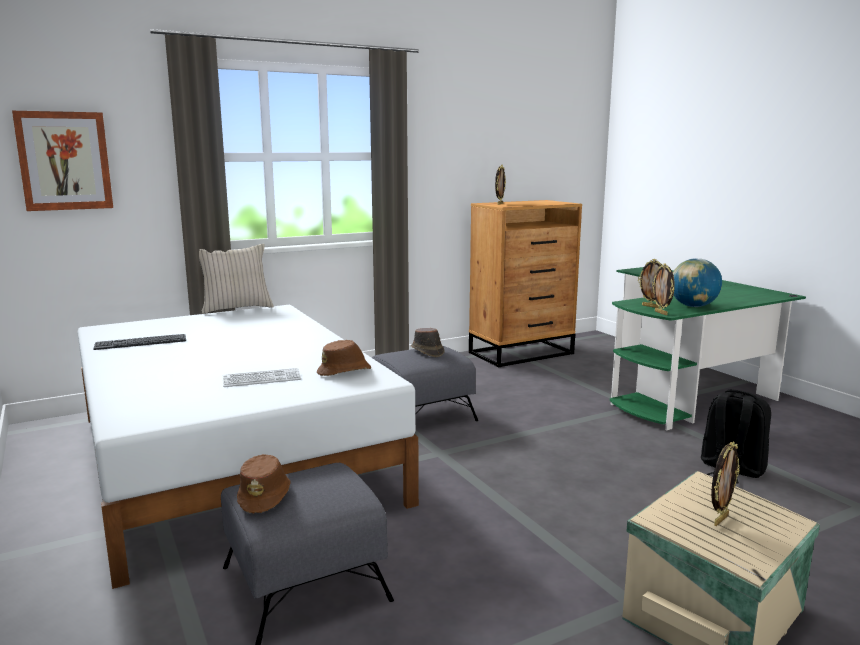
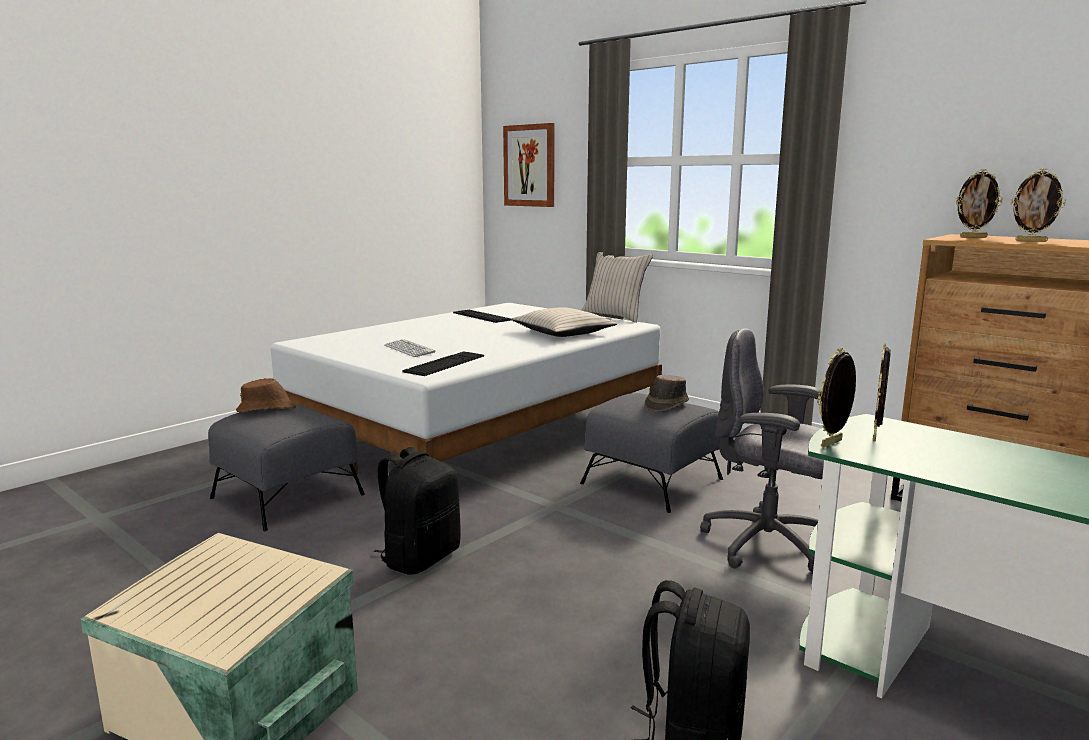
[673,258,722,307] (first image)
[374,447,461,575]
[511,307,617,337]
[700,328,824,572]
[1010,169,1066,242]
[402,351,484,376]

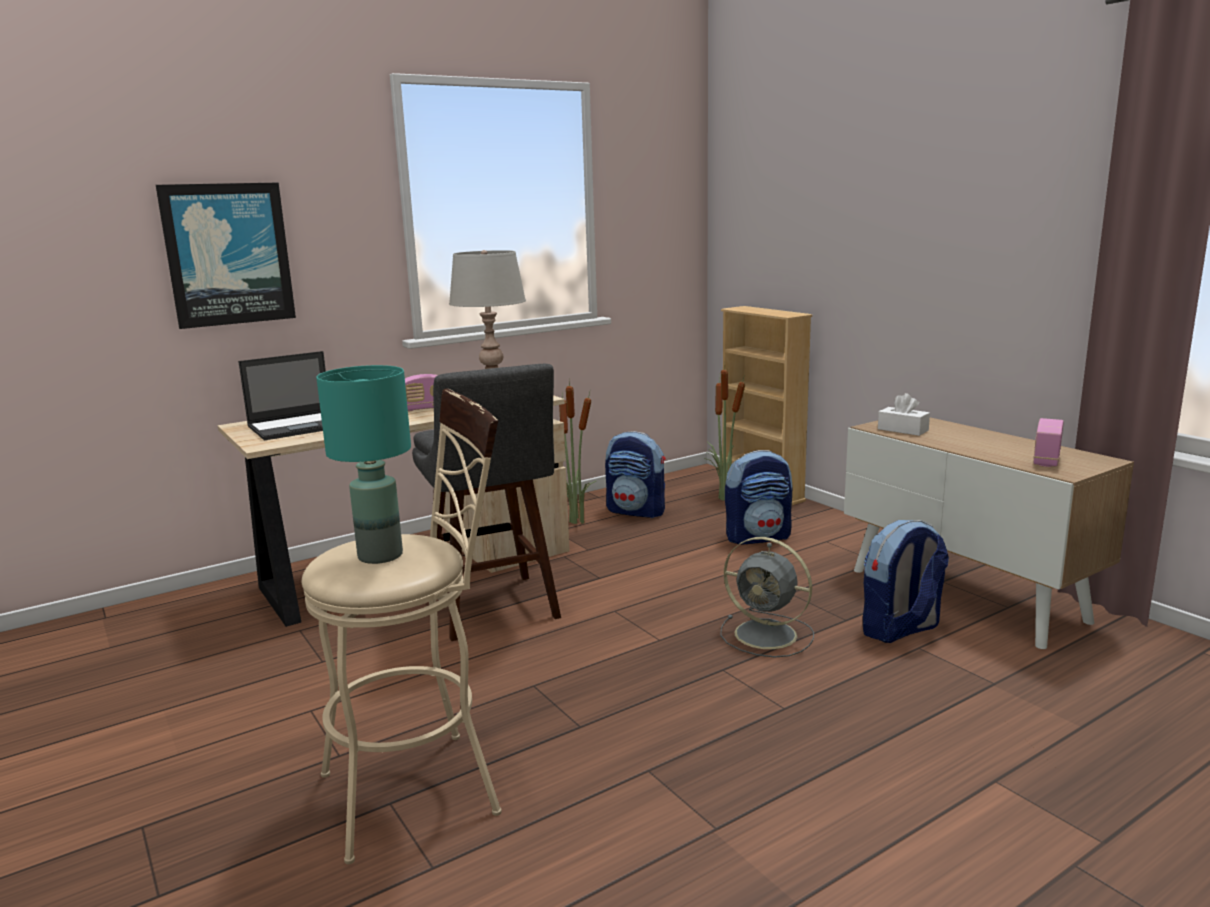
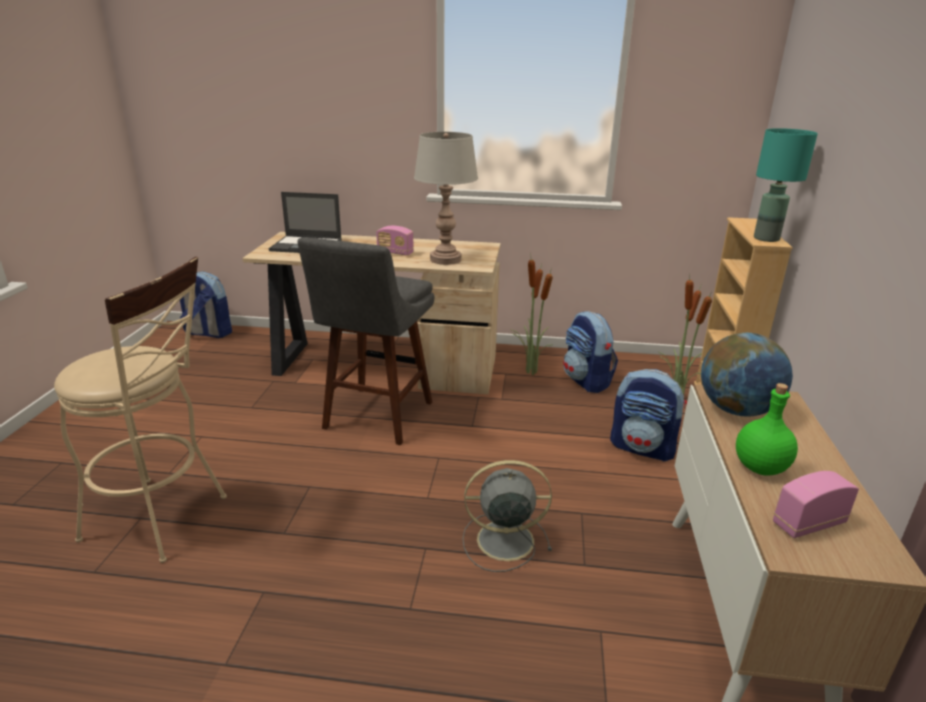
[156,183,296,329] (first image)
[736,383,798,476]
[754,128,818,242]
[180,271,232,338]
[701,333,793,417]
[462,460,552,572]

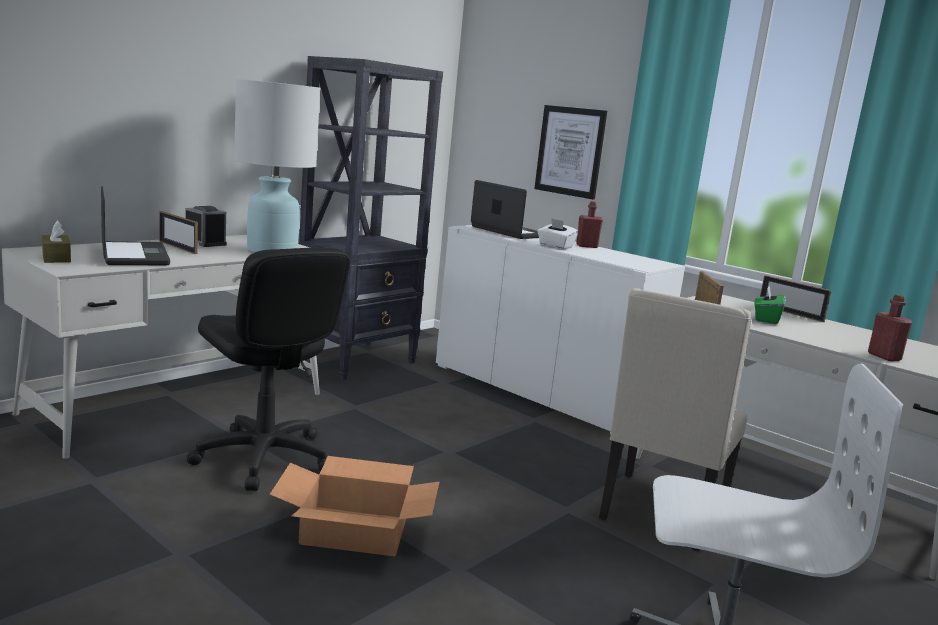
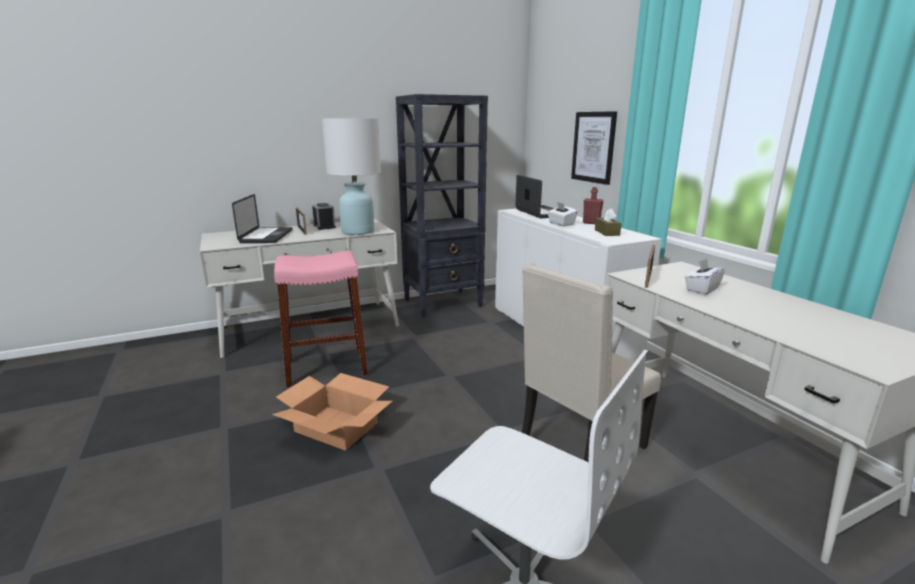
[760,275,832,322] (first image)
[868,295,912,361] (first image)
[595,208,622,236]
[274,251,368,387]
[685,258,725,295]

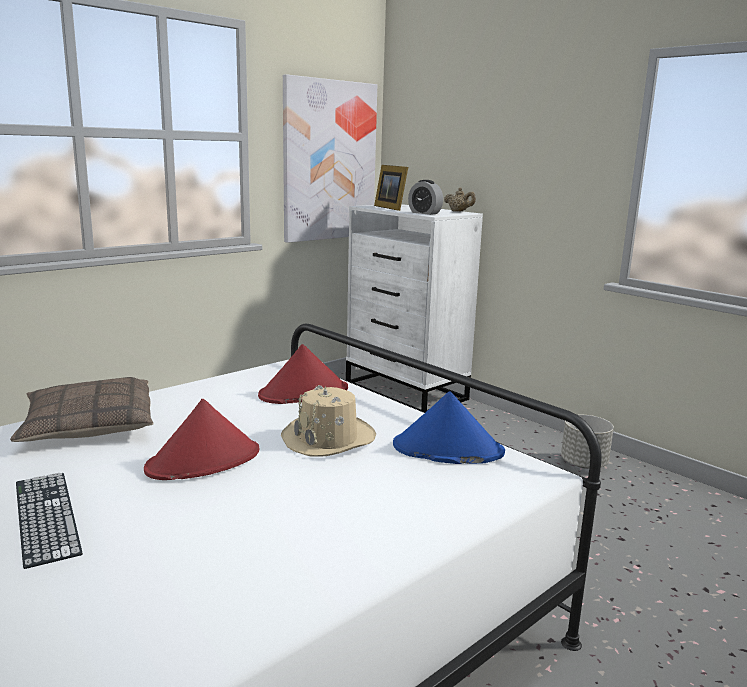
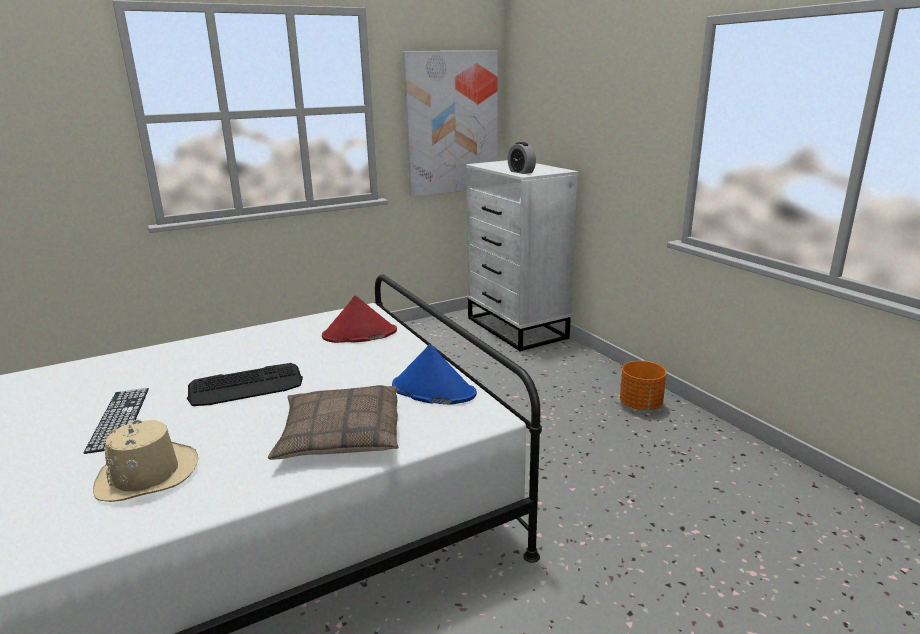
[374,165,408,211] (first image)
[444,187,476,212] (first image)
[268,385,399,460]
[93,419,199,502]
[187,363,303,406]
[620,361,667,410]

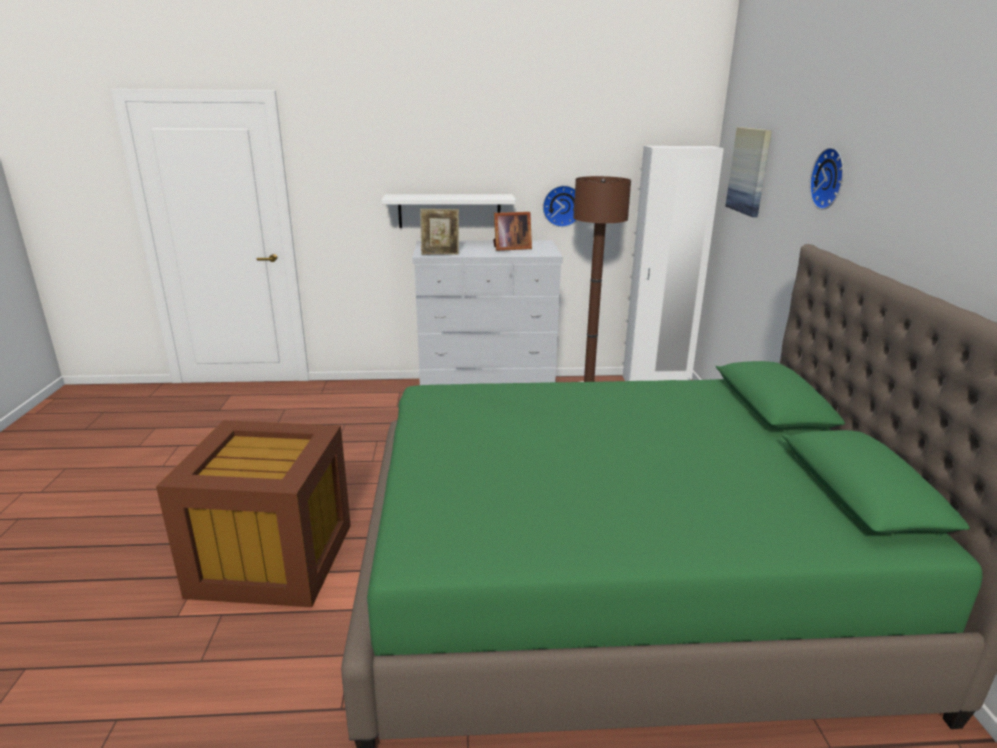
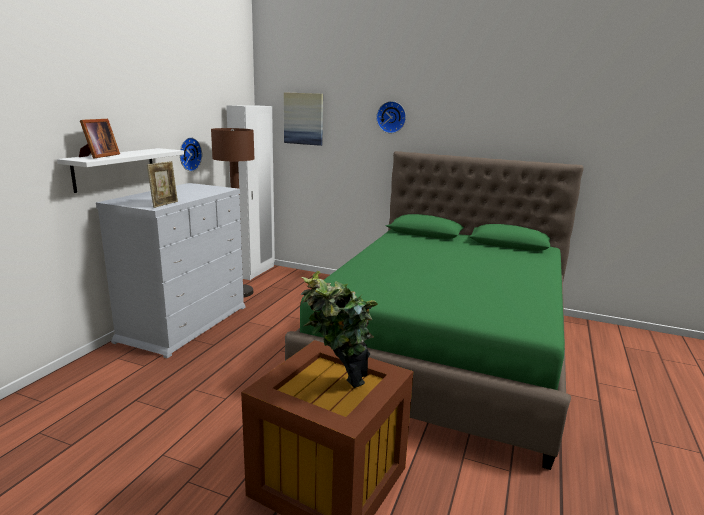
[301,271,377,388]
[79,119,120,159]

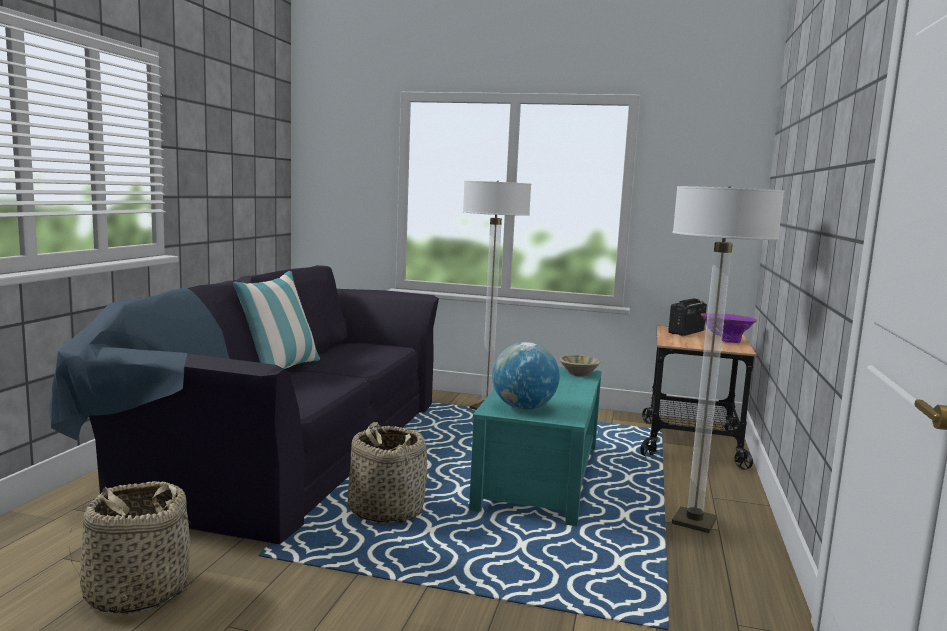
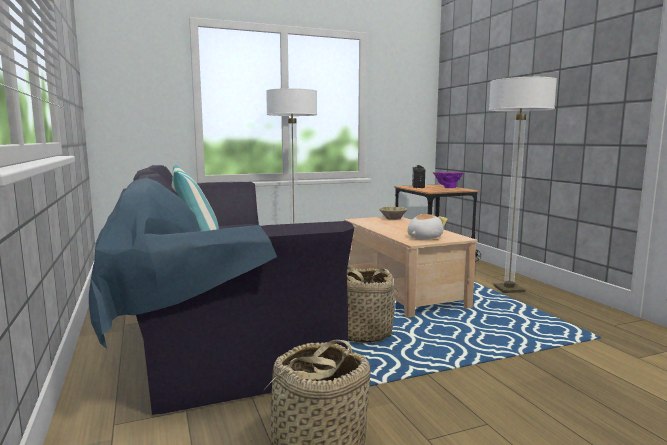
[407,214,447,239]
[344,217,477,318]

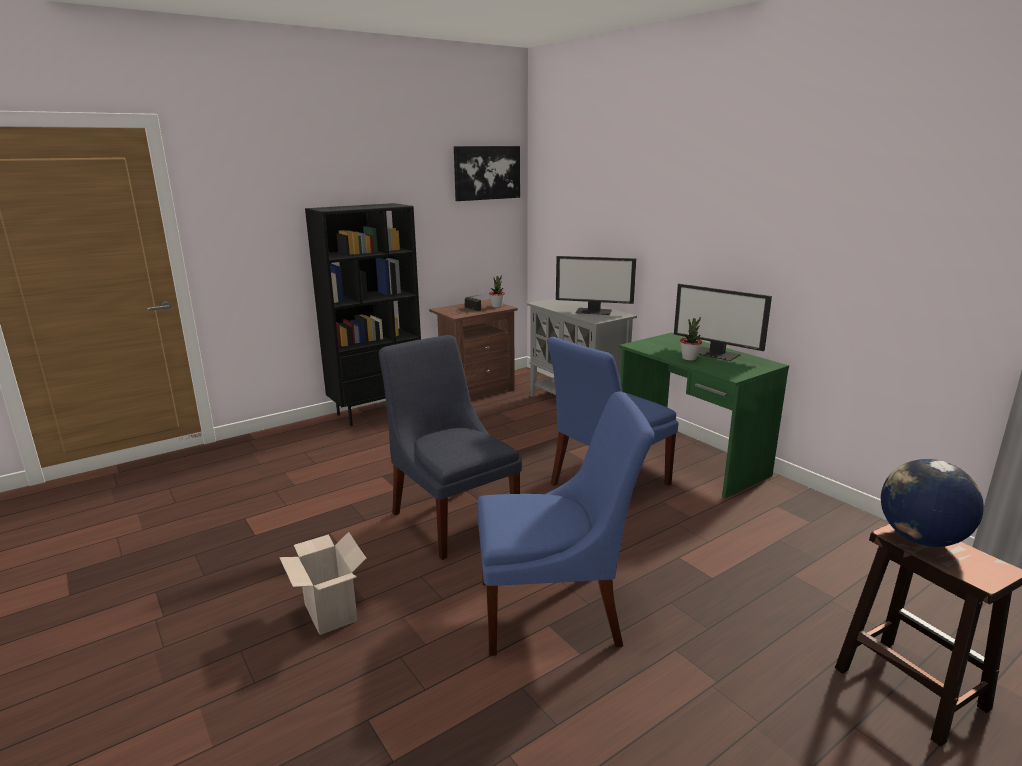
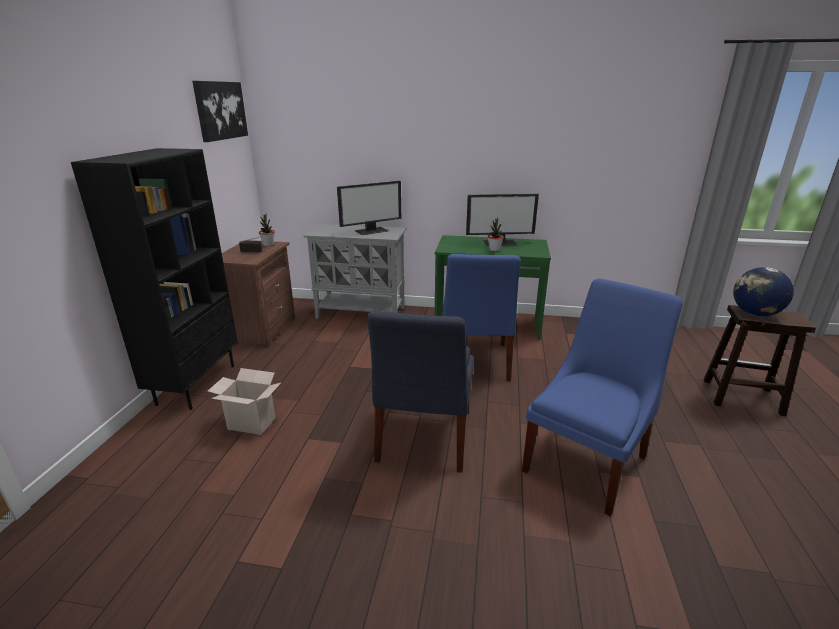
[208,368,281,435]
[367,311,474,473]

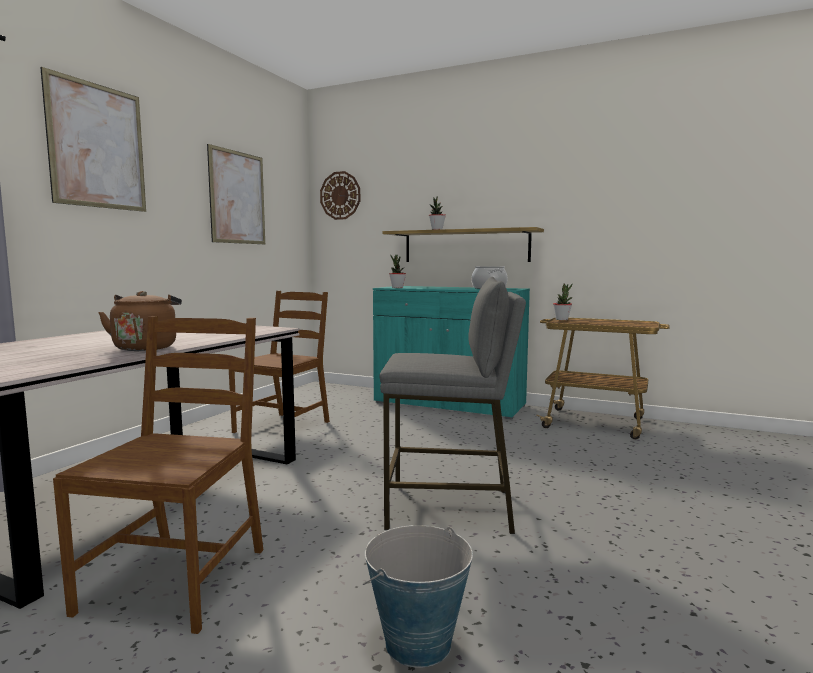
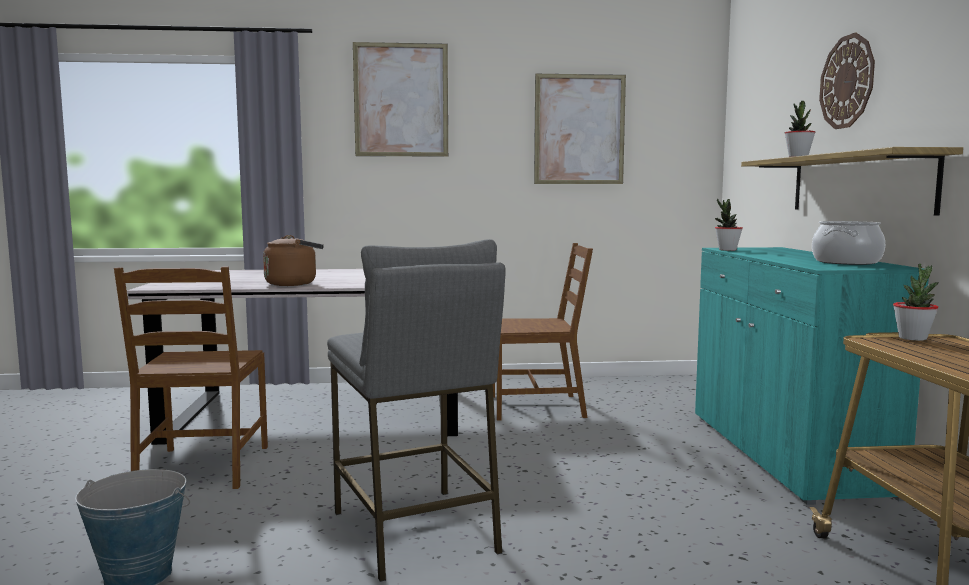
[819,33,875,129]
[114,267,268,489]

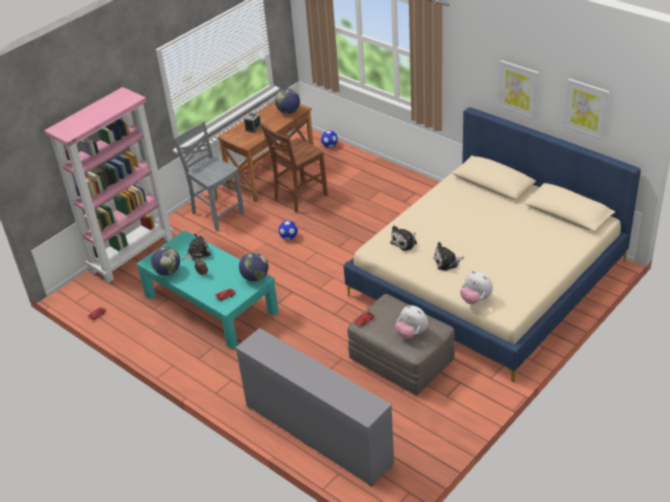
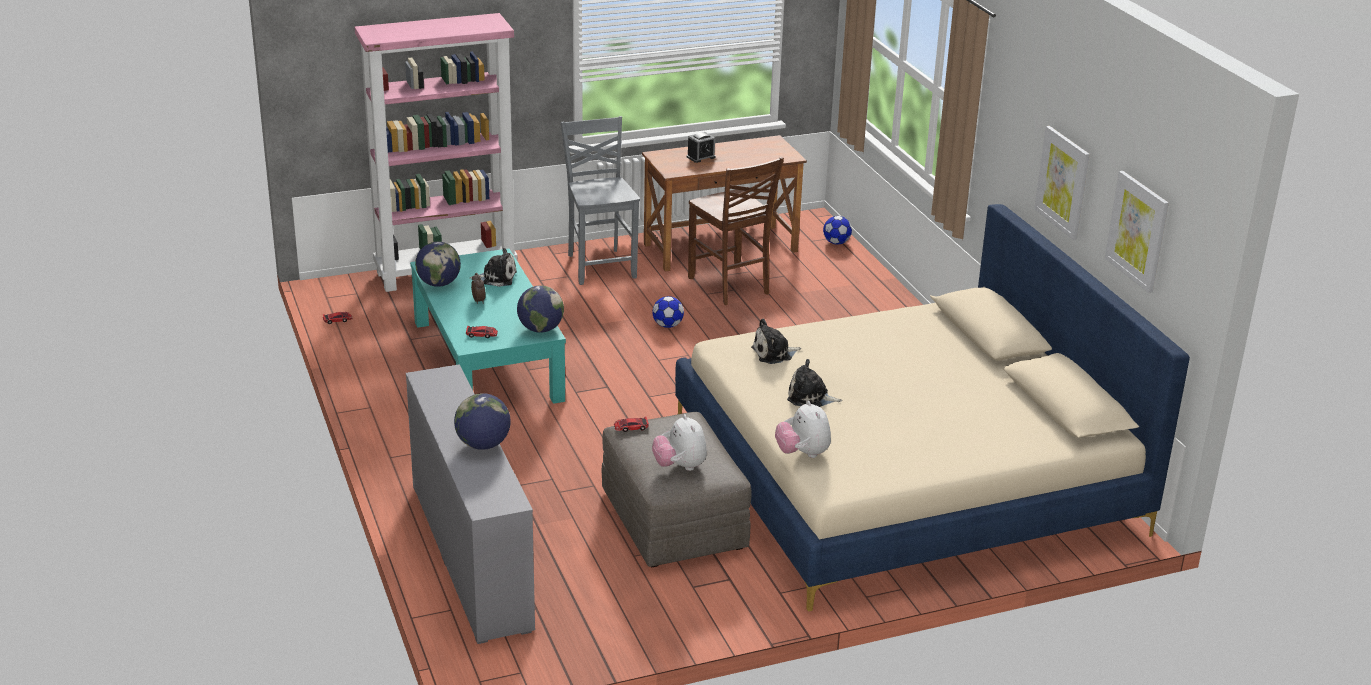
[454,393,511,450]
[688,157,784,305]

